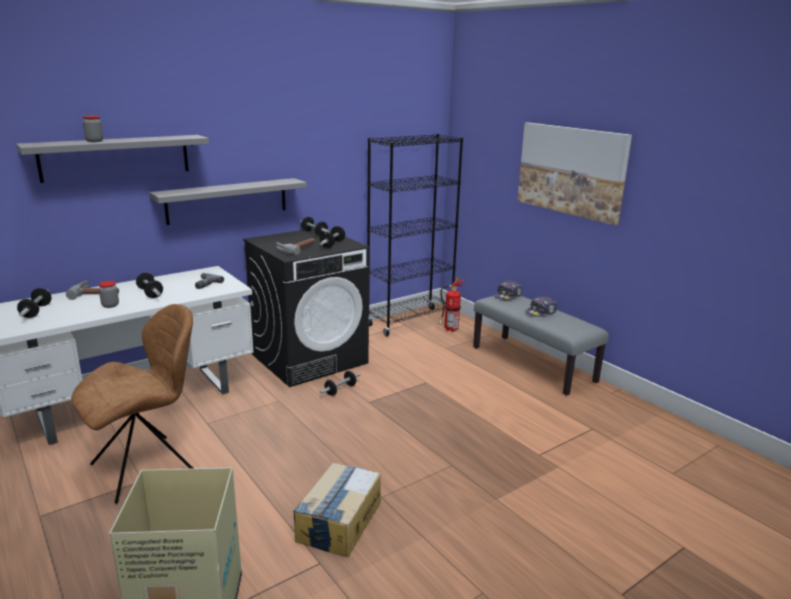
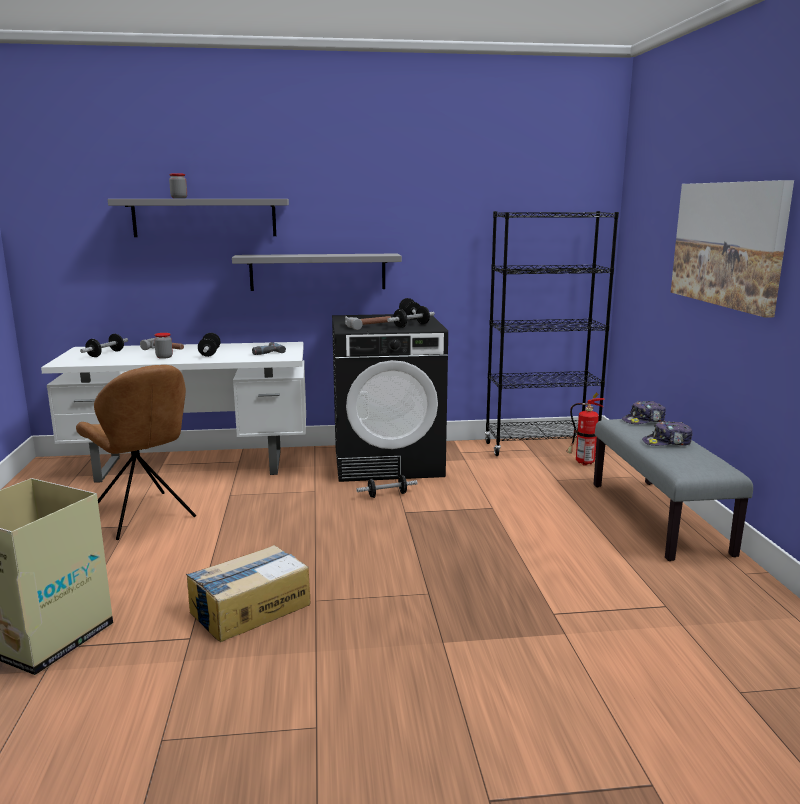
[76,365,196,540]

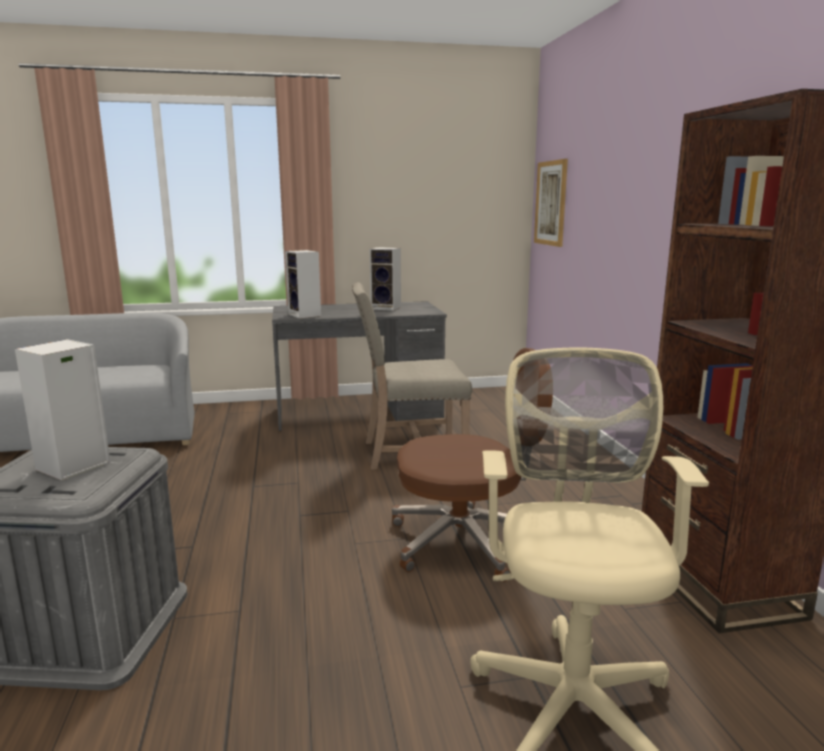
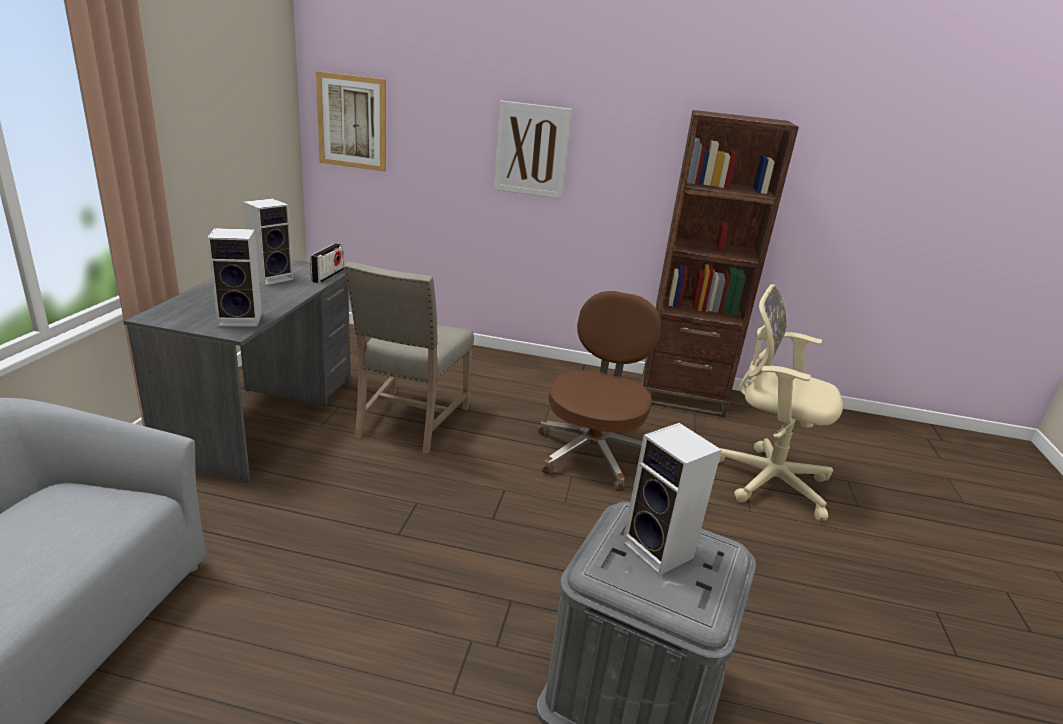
[310,243,344,283]
[494,100,572,199]

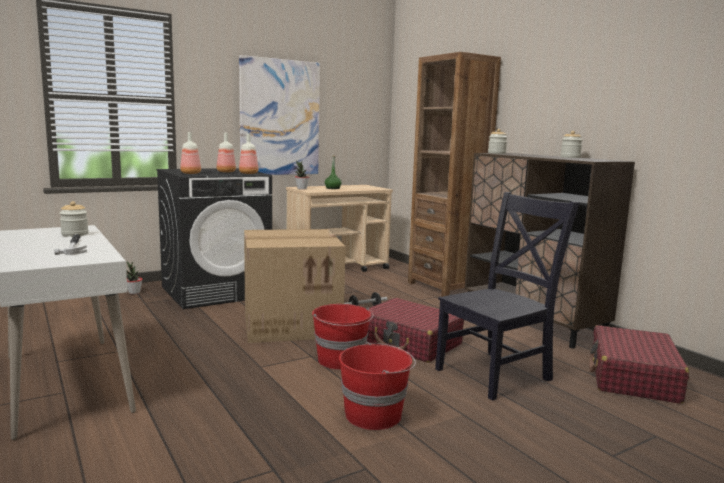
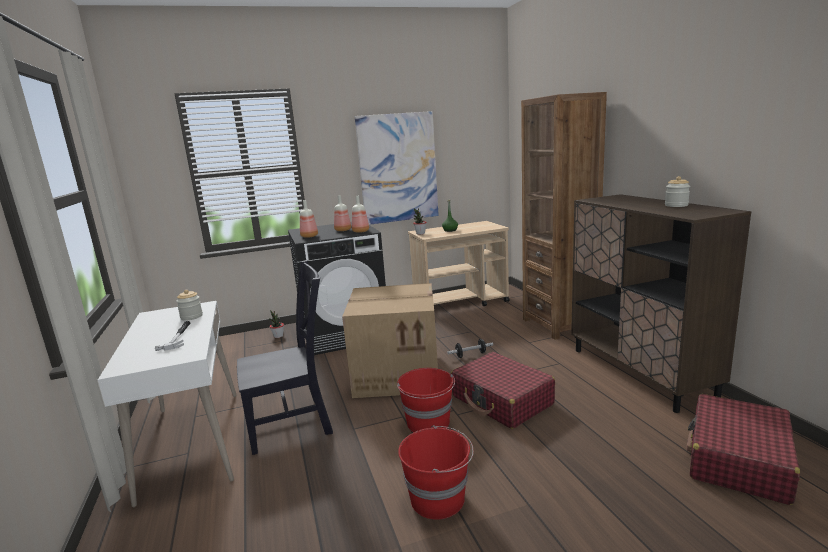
[488,129,507,154] (first image)
[237,260,333,455]

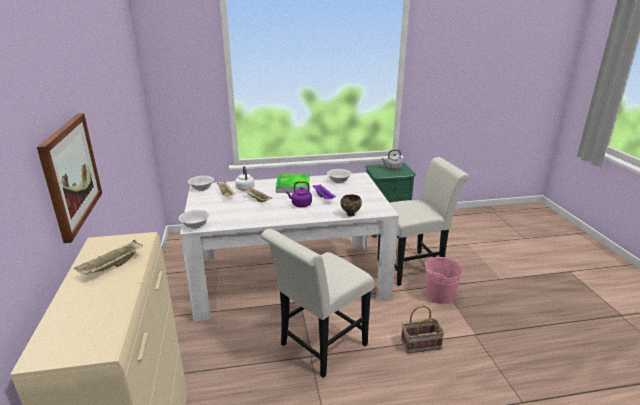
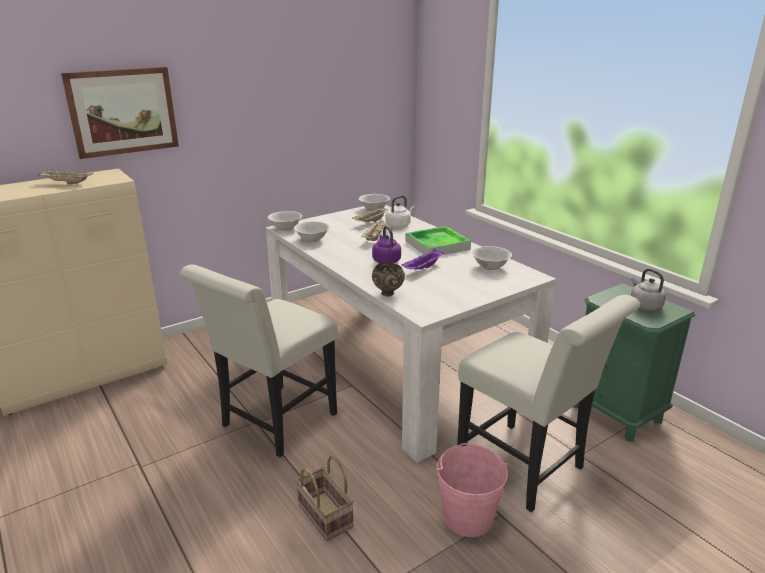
[294,221,330,242]
[180,264,337,457]

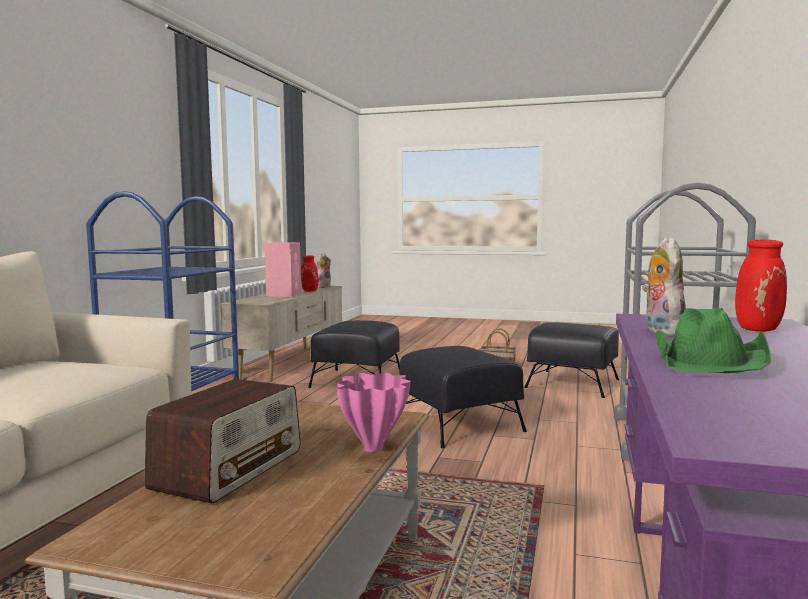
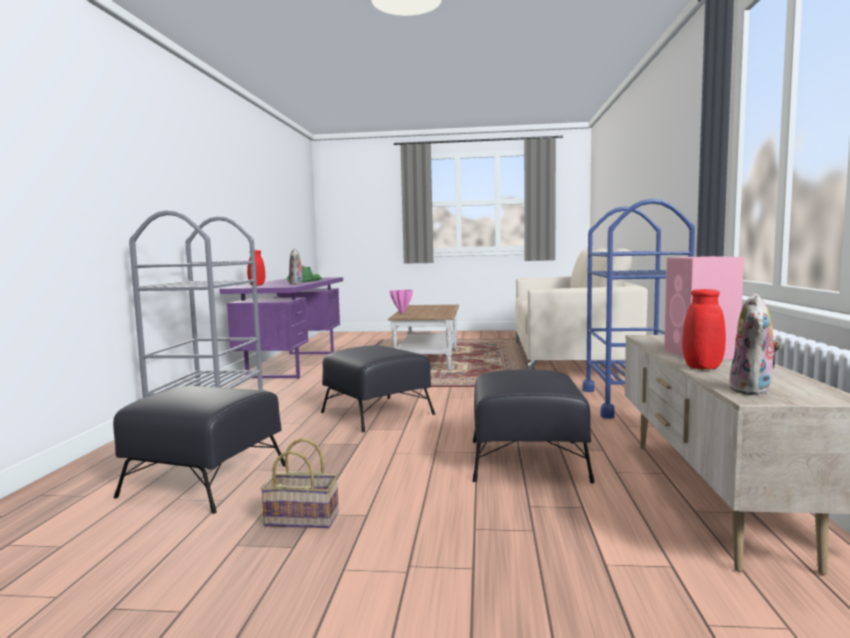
[144,379,301,503] (first image)

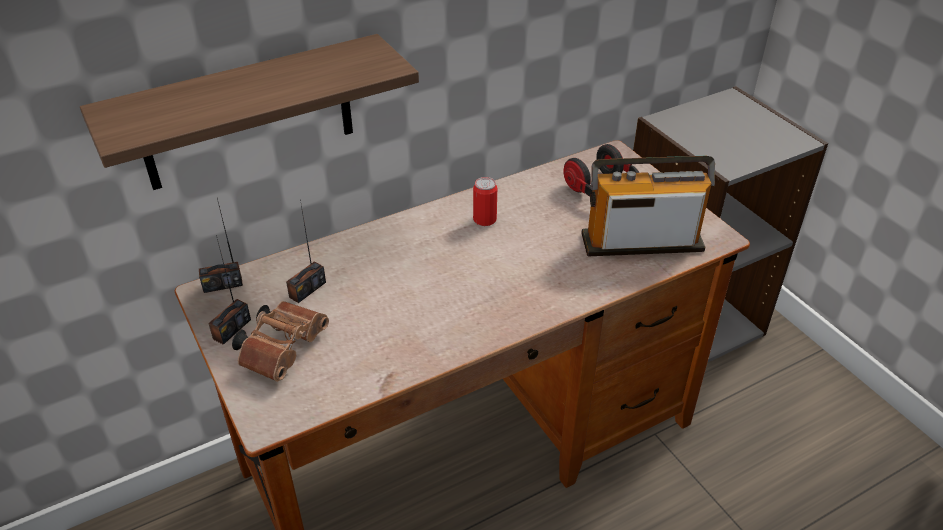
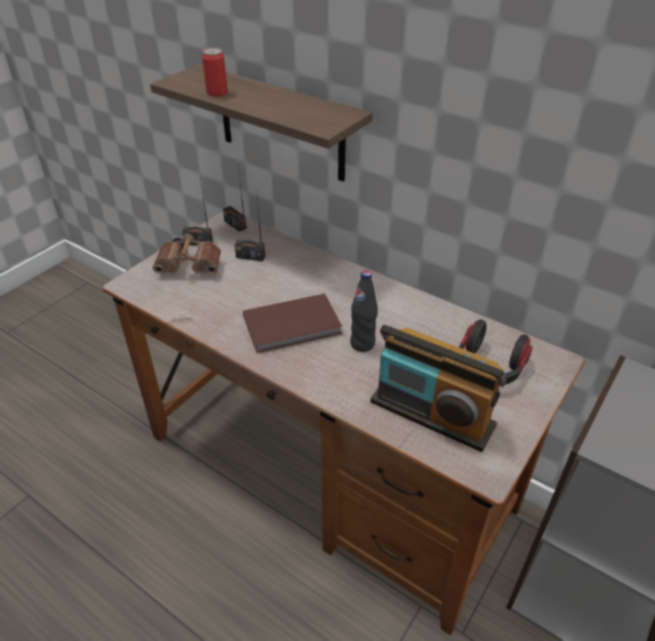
[243,293,343,353]
[350,270,378,352]
[202,48,228,97]
[370,325,506,452]

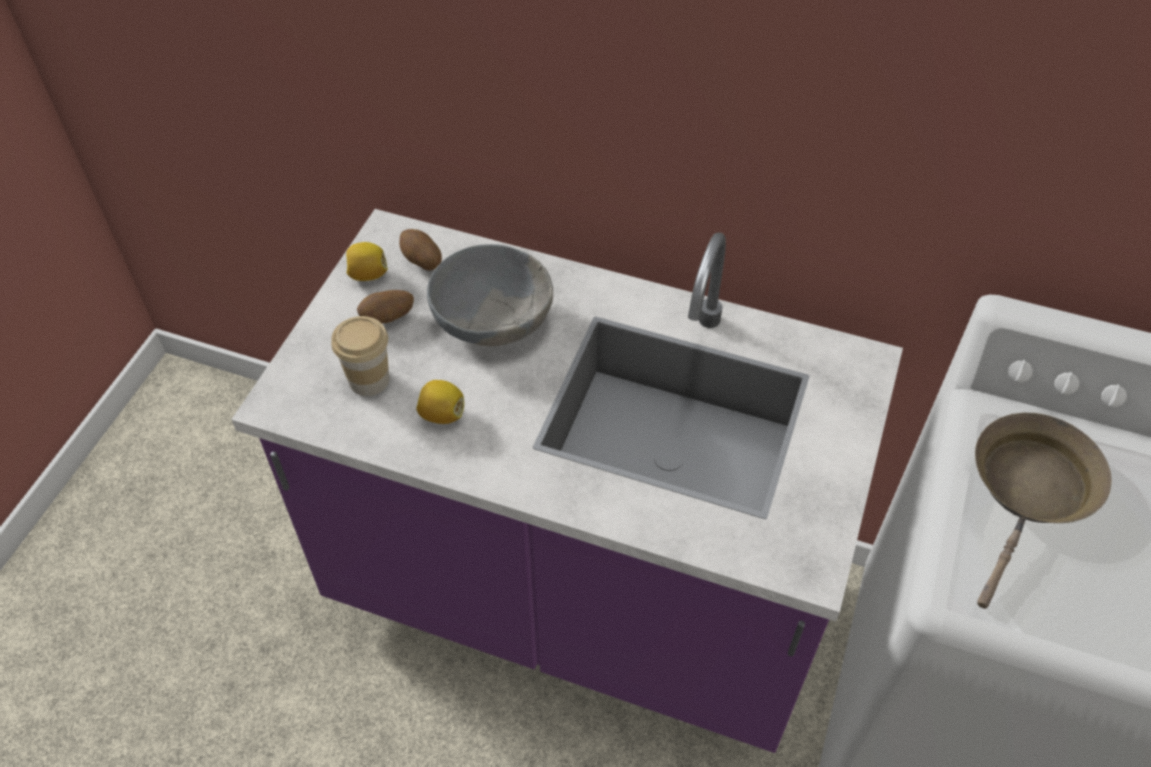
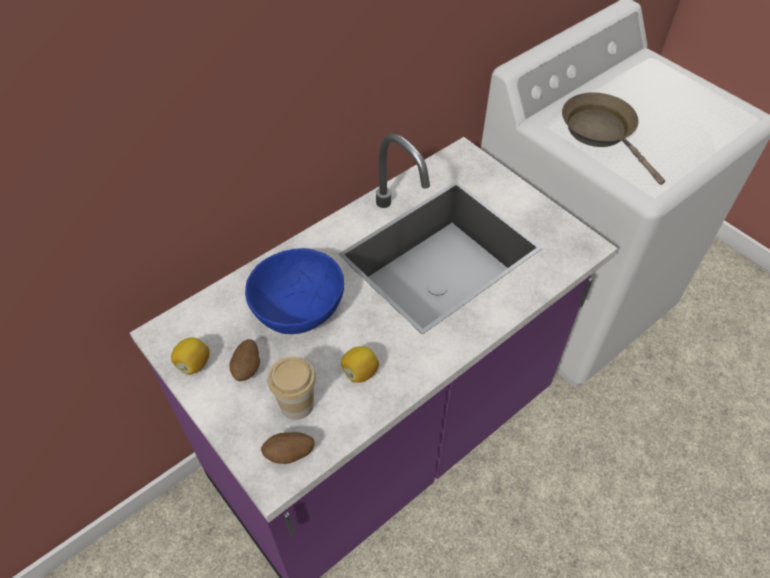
[261,432,315,464]
[245,248,344,334]

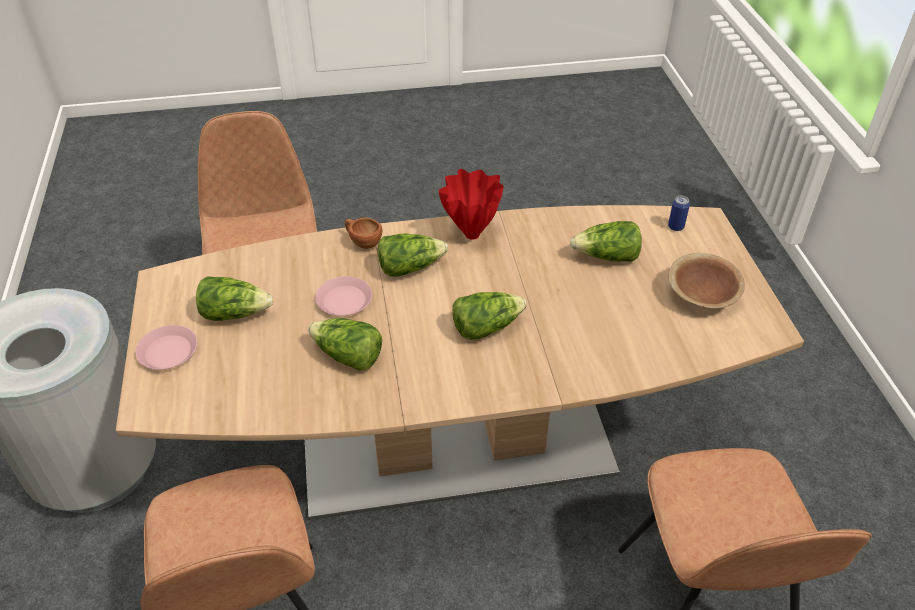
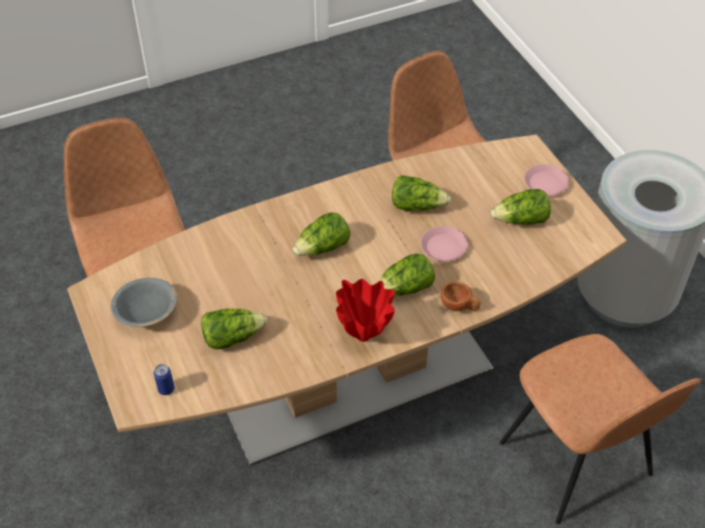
[111,278,177,327]

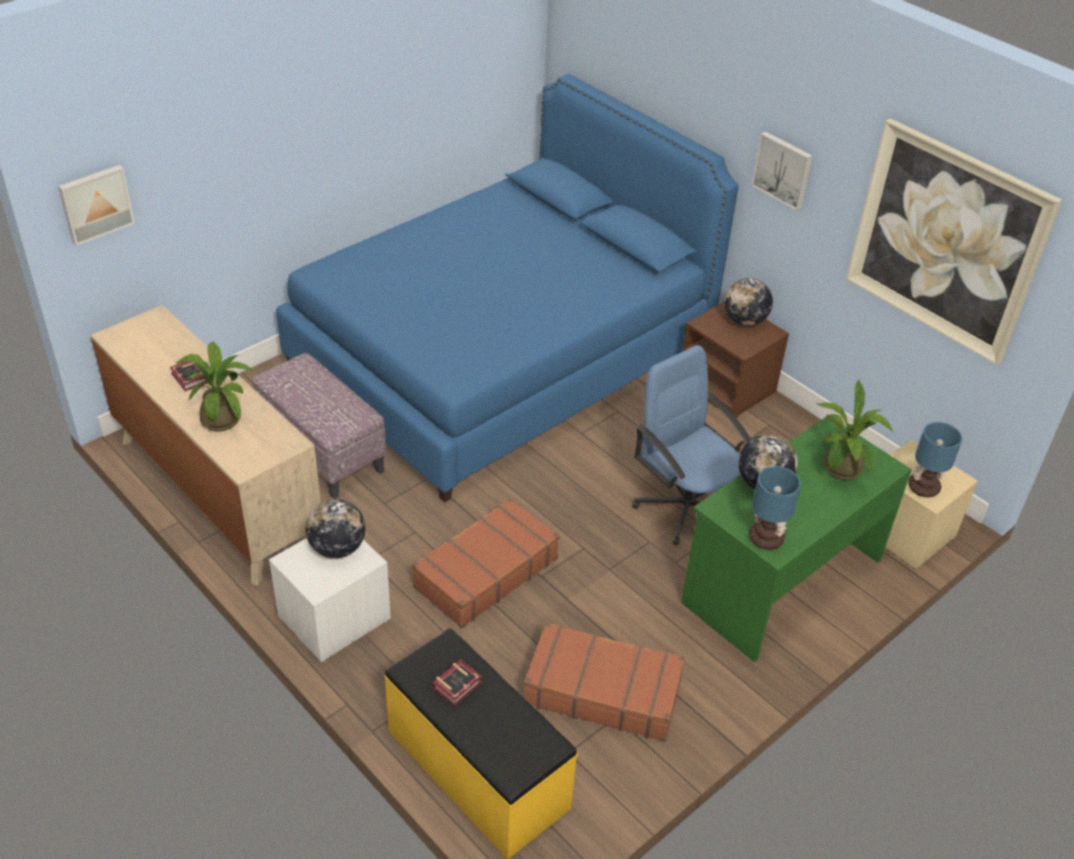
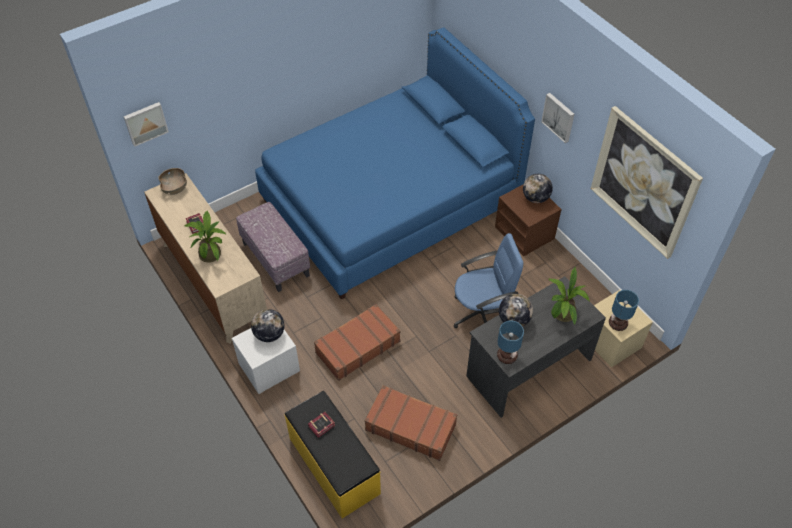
[158,168,187,195]
[466,276,606,418]
[454,233,523,328]

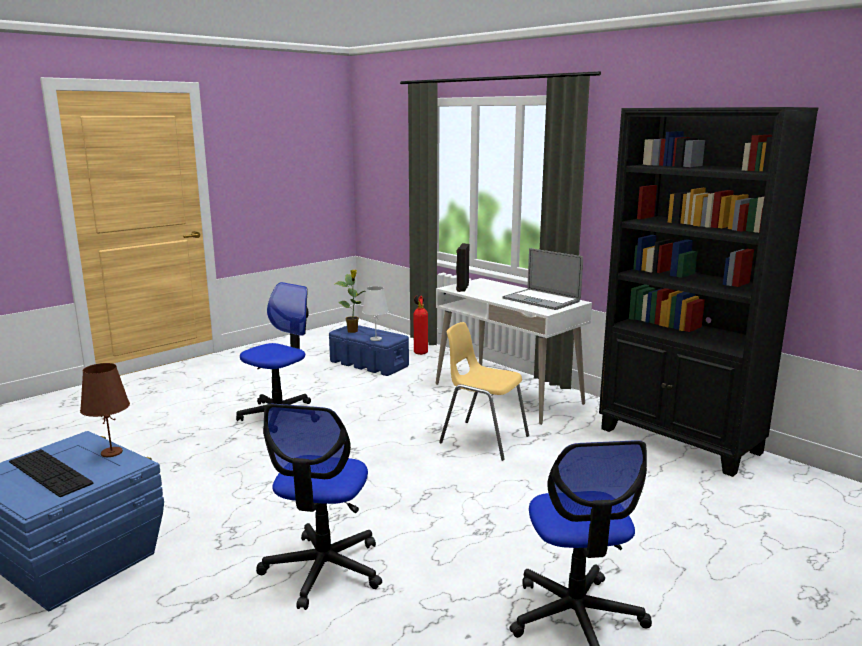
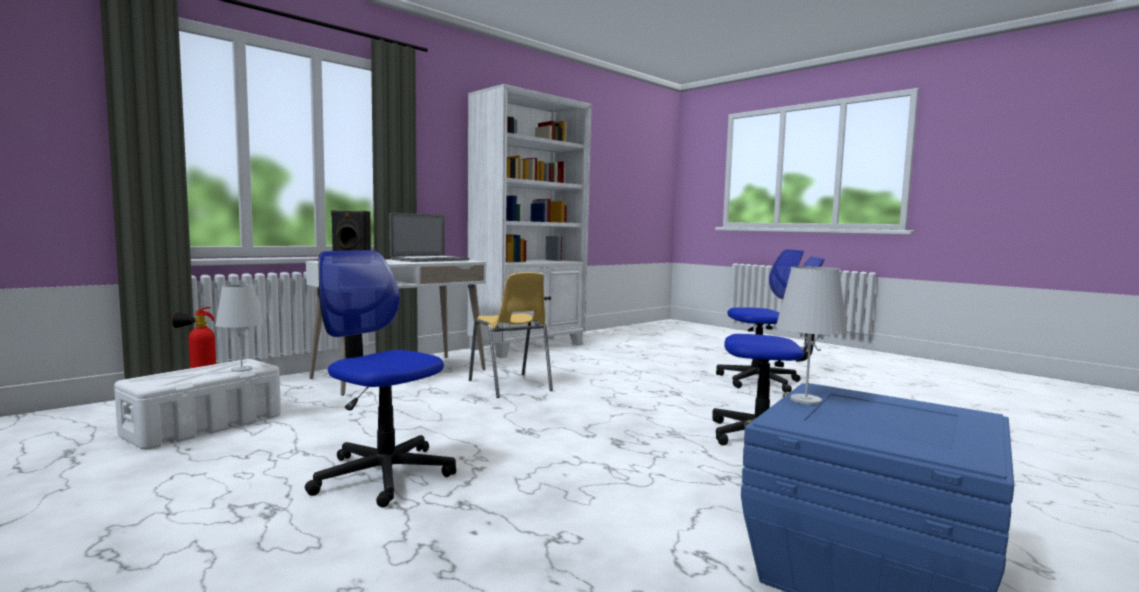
[9,449,94,497] (first image)
[335,269,366,333] (first image)
[776,266,848,405]
[114,359,281,450]
[468,84,591,358]
[469,272,553,398]

